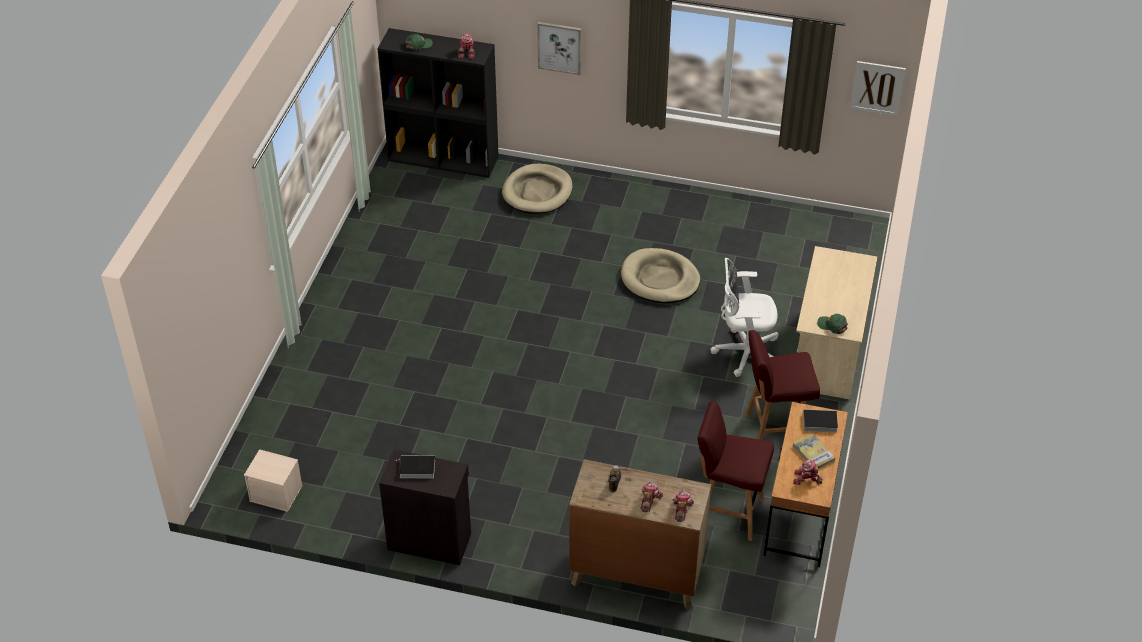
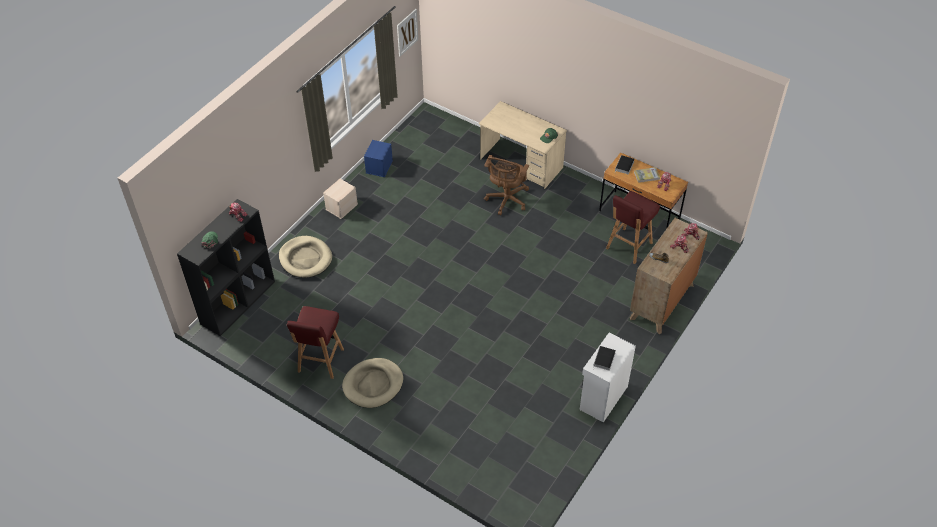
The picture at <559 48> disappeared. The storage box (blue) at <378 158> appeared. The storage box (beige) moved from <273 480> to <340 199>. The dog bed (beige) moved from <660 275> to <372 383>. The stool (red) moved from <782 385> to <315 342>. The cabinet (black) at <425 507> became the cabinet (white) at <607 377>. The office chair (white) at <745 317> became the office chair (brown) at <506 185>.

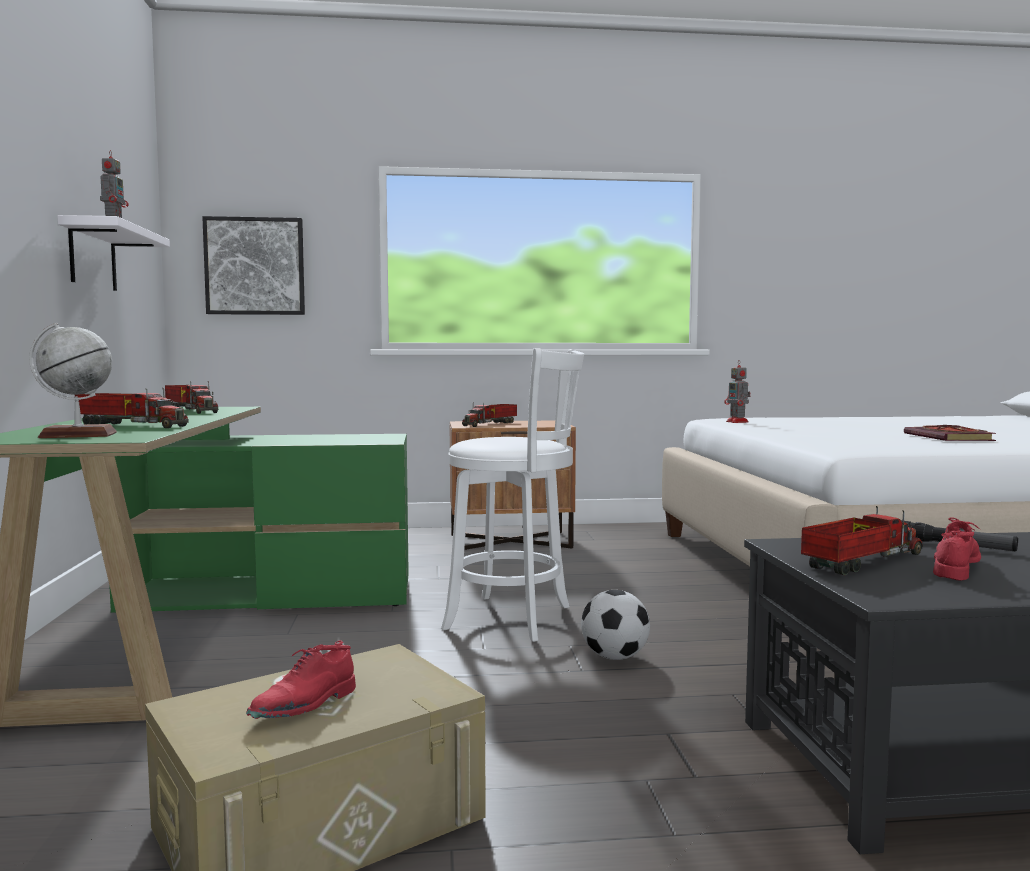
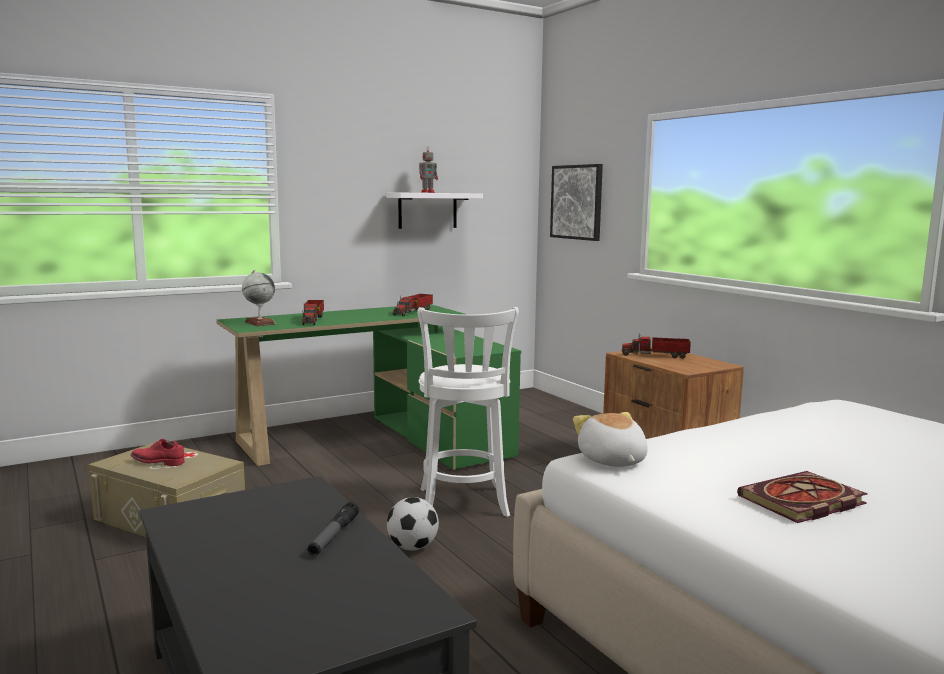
The toy robot at <737 391> disappeared. The toy truck at <862 540> disappeared. The shoe (red) at <957 548> disappeared. The plush toy at <610 439> appeared.

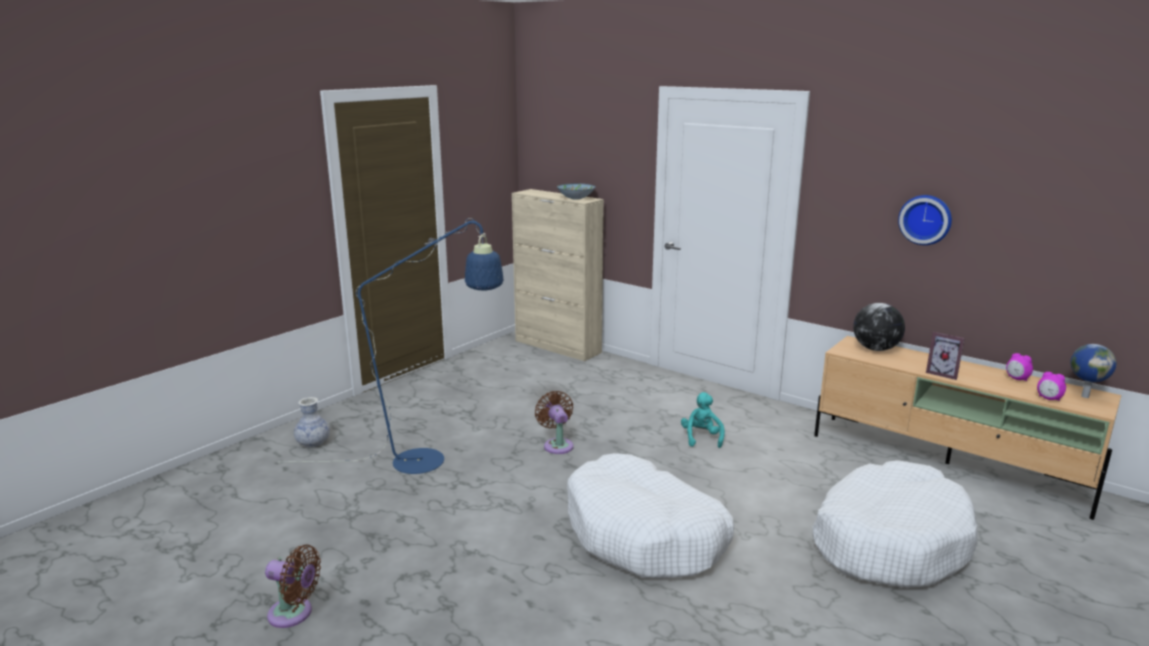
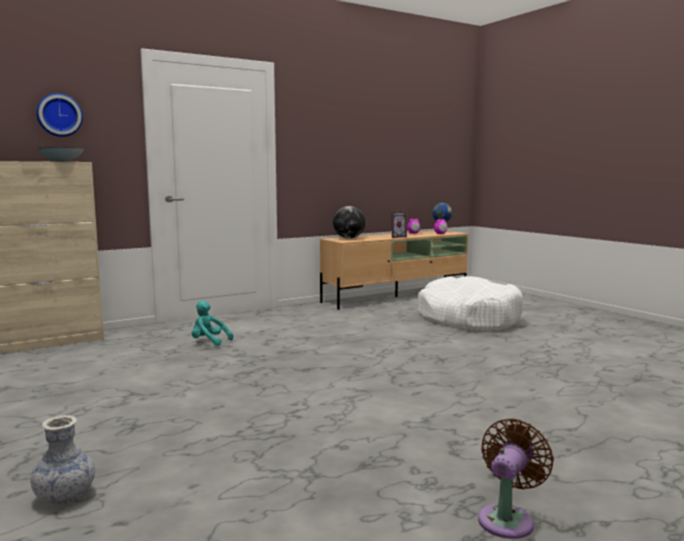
The floor lamp (blue) at <399 346> disappeared. The fan (brown) at <554 422> disappeared. The dog bed (white) at <650 516> disappeared. The plush toy (turquoise) moved from <703 420> to <212 323>. The wall clock moved from <925 220> to <59 115>.

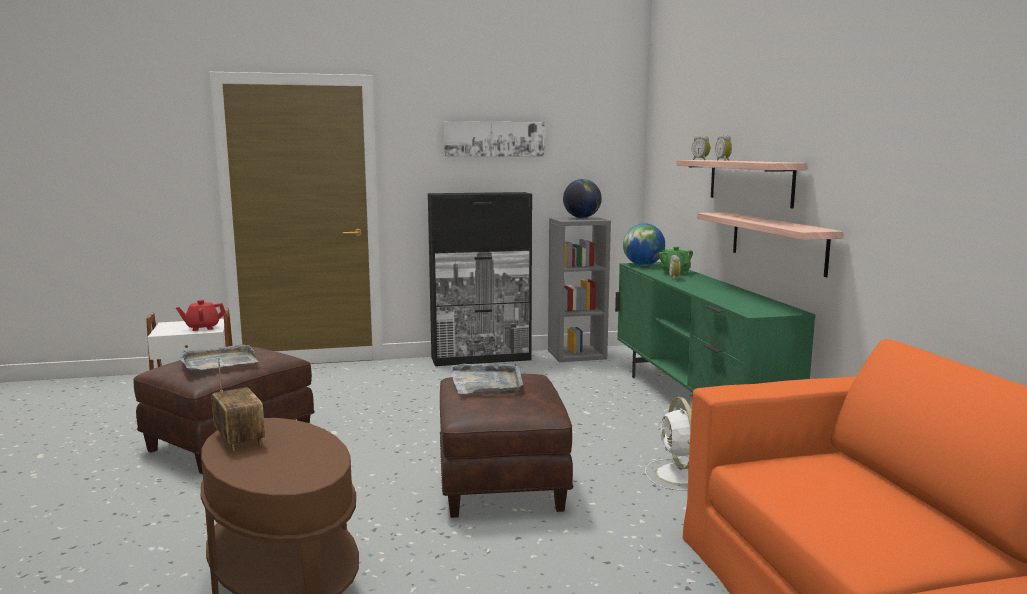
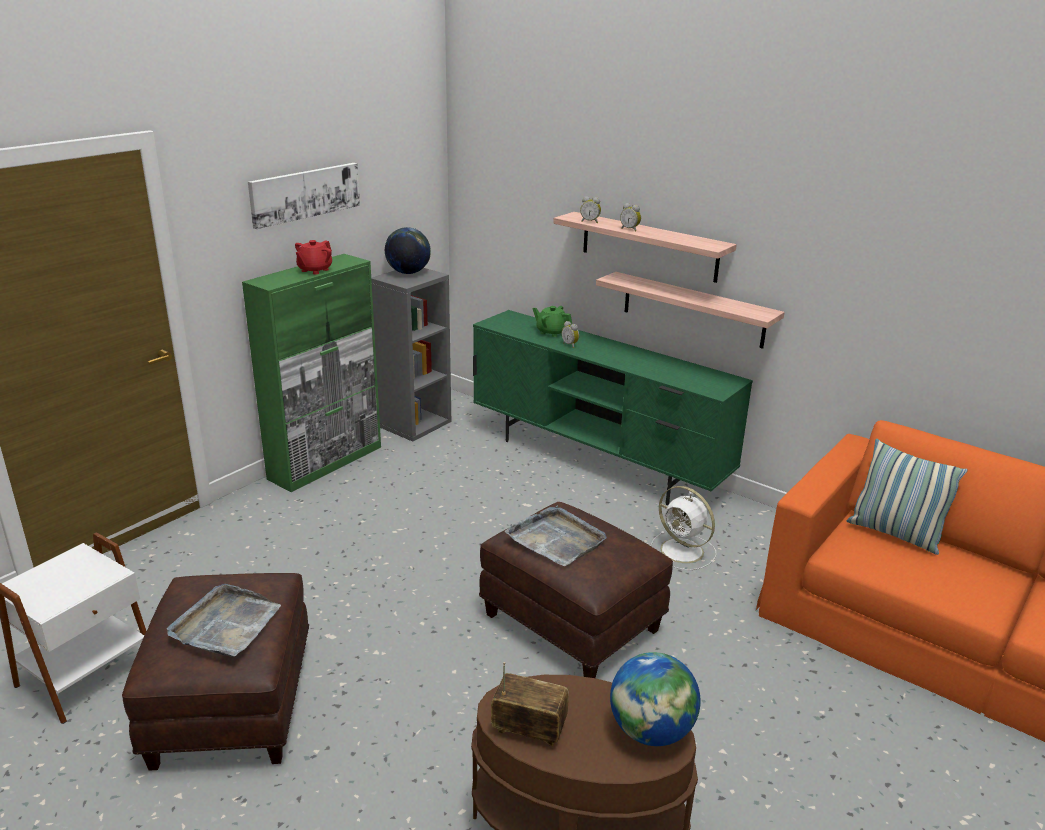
The pillow at <907 497> appeared. The teapot (red) moved from <201 315> to <313 257>. The globe moved from <644 244> to <655 699>. The cabinet (black) at <480 279> became the cabinet (green) at <311 373>.

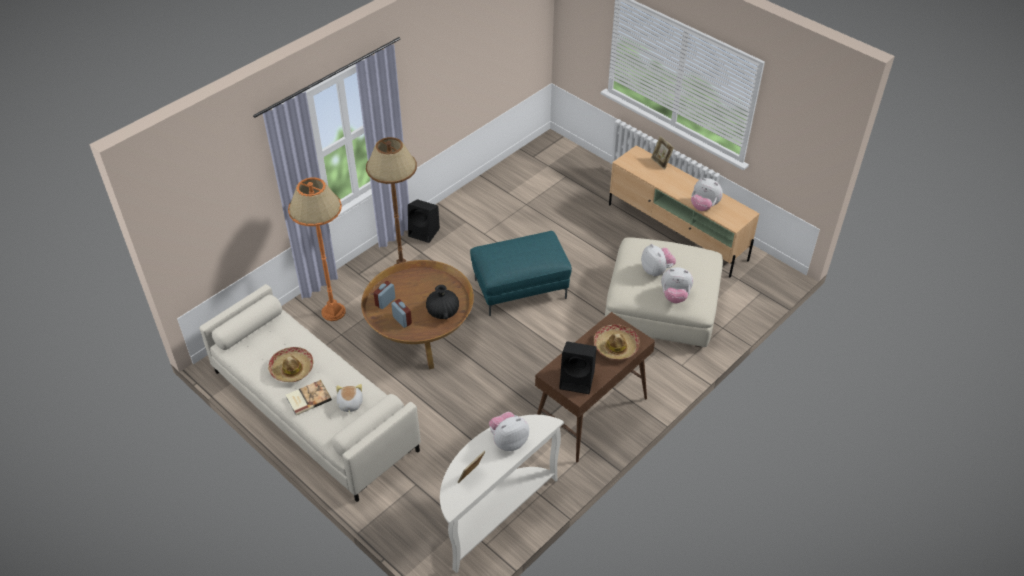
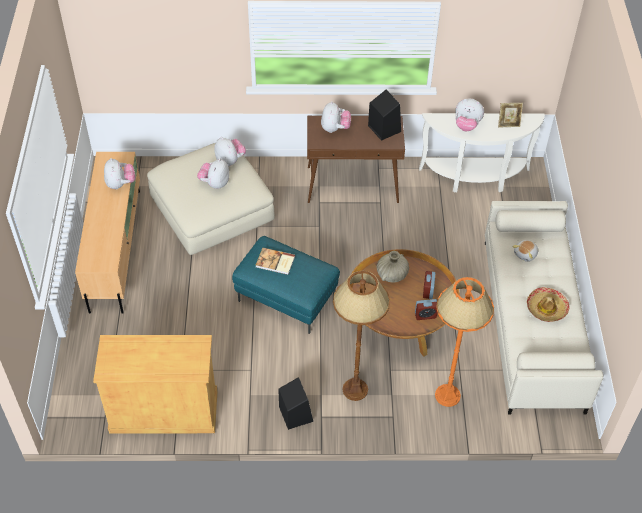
The picture frame at <662 153> disappeared. The cabinet (beige) at <155 384> appeared. The book moved from <309 398> to <275 261>. The hat at <617 342> was replaced by the plush toy at <336 117>. The vase (black) at <442 302> became the vase (beige) at <393 267>.

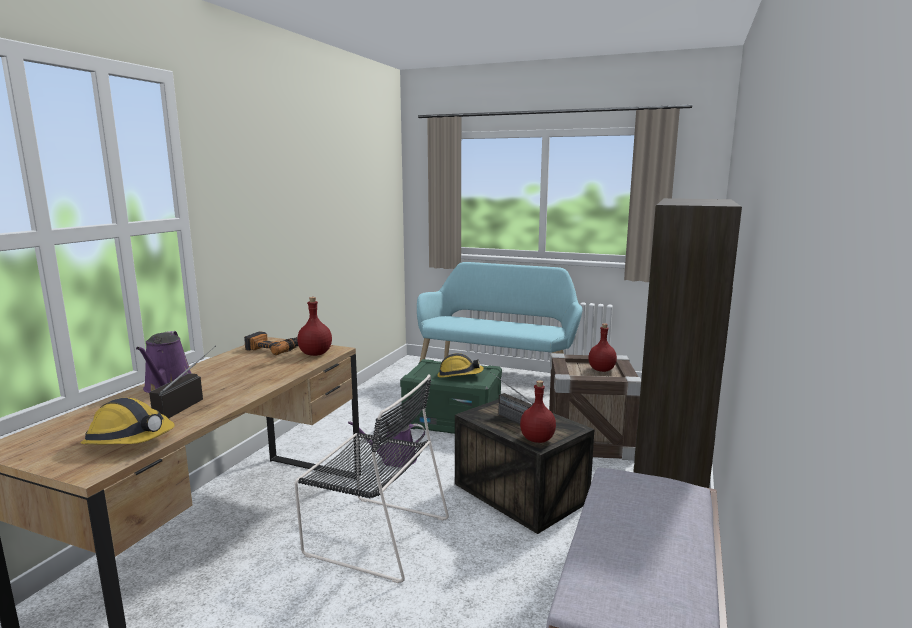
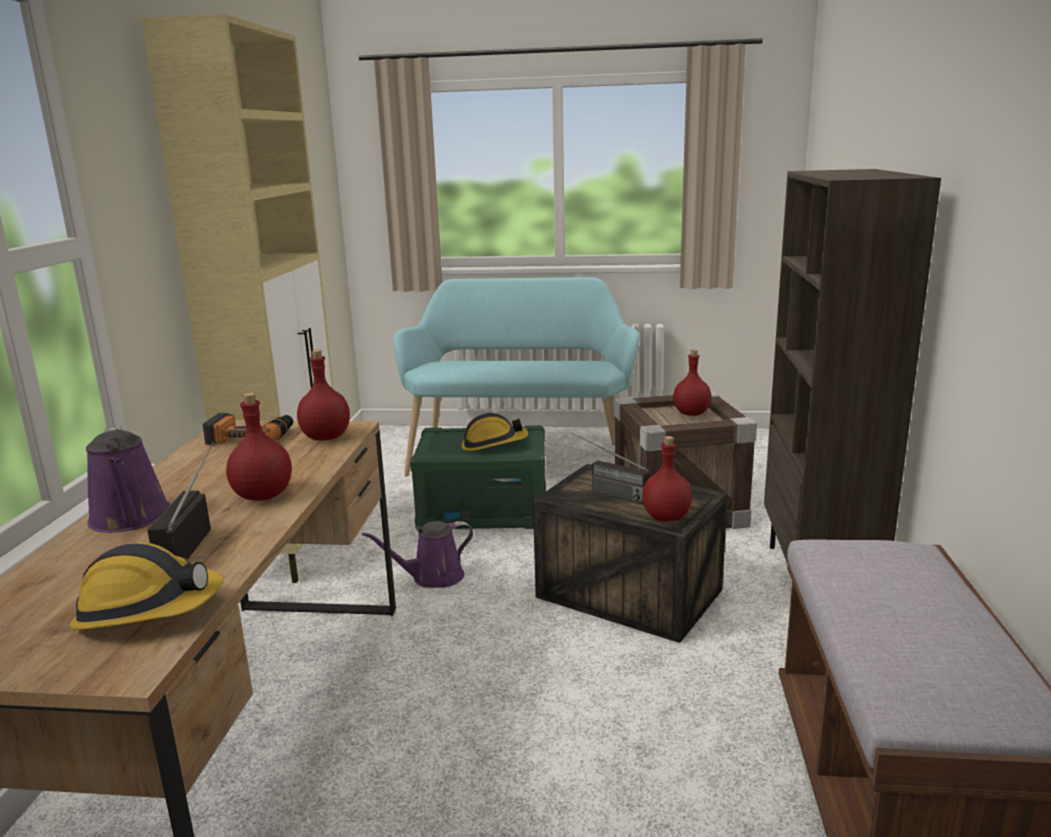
The chair (black) at <371 478> disappeared. The cabinet (beige) at <237 298> appeared. The bottle (red) at <259 446> appeared.

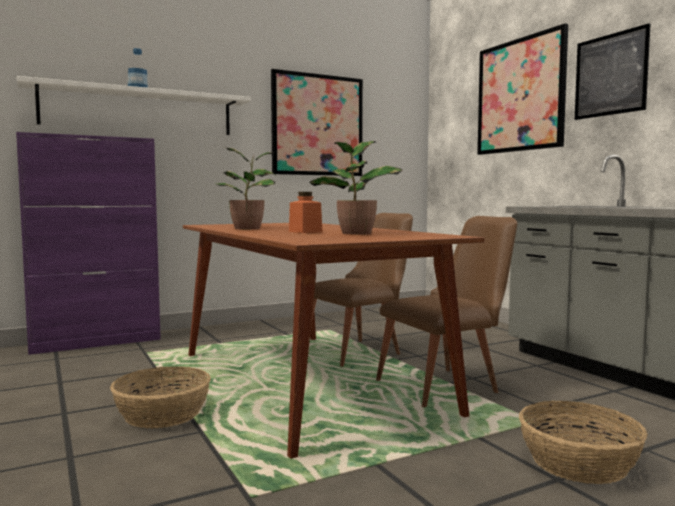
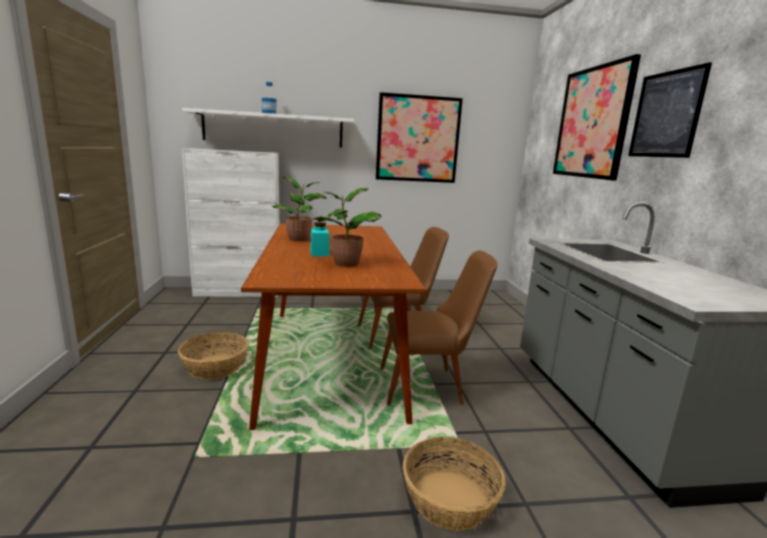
The cabinet (purple) at <88 243> became the cabinet (white) at <231 222>. The jar (orange) at <305 212> became the jar (turquoise) at <320 239>.

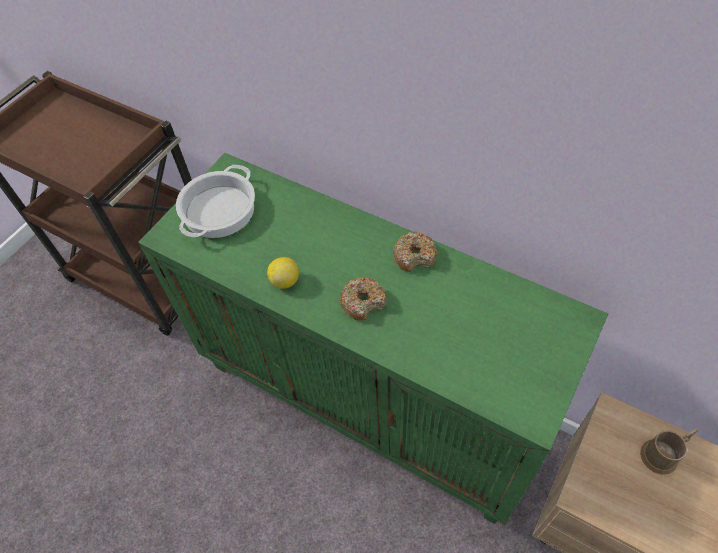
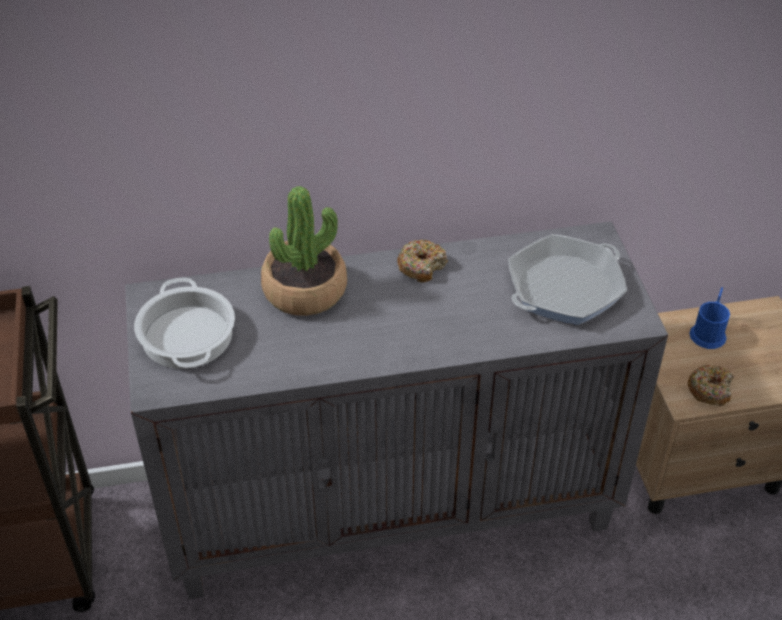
The lemon at <283 273> disappeared. The potted plant at <304 251> appeared. The frying pan at <567 279> appeared. The donut moved from <363 299> to <710 385>. The cabinet (green) at <373 339> became the cabinet (grey) at <396 410>. The mug (brown) at <669 452> became the mug (blue) at <709 318>.

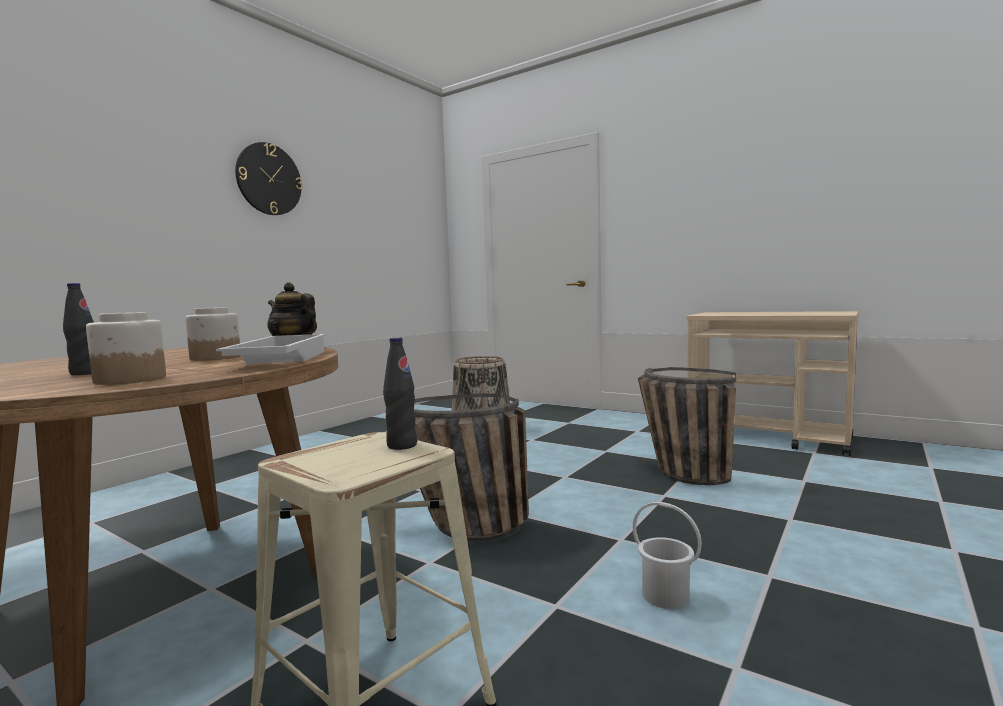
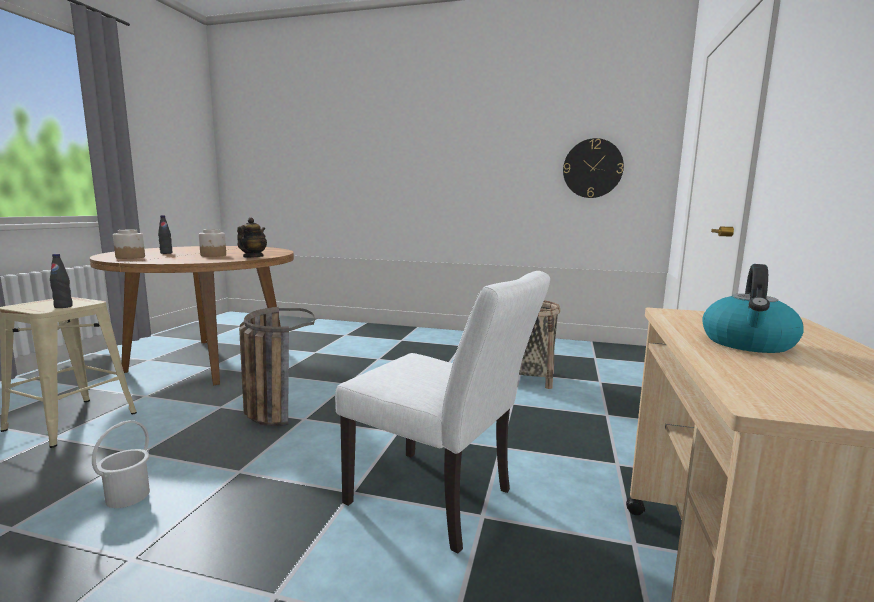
The tray (white) at <271 349> disappeared. The kettle at <753 308> appeared. The wall clock moved from <269 178> to <593 168>. The basket at <687 426> was replaced by the chair (white) at <442 412>.

